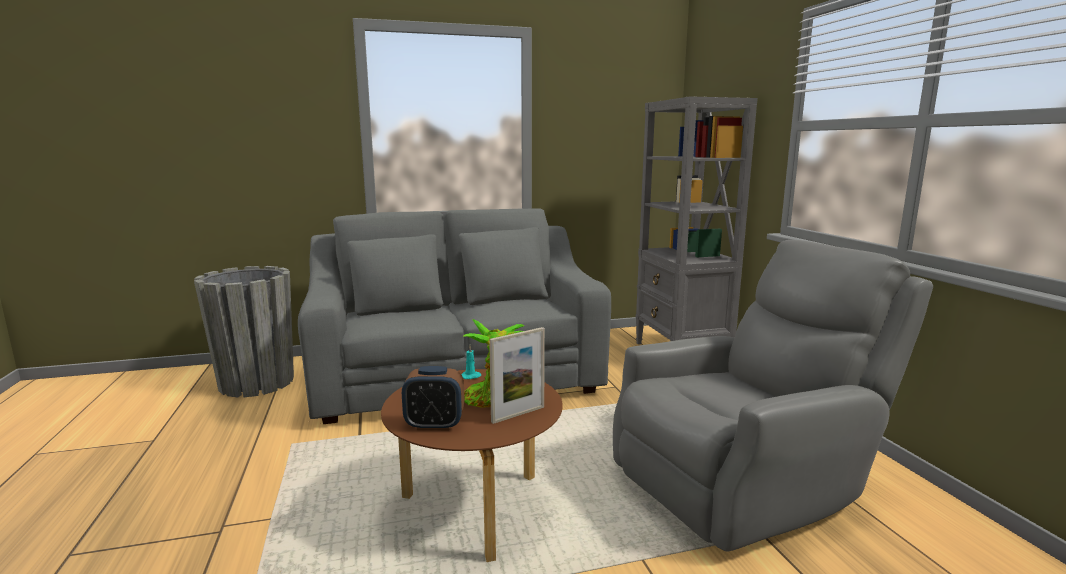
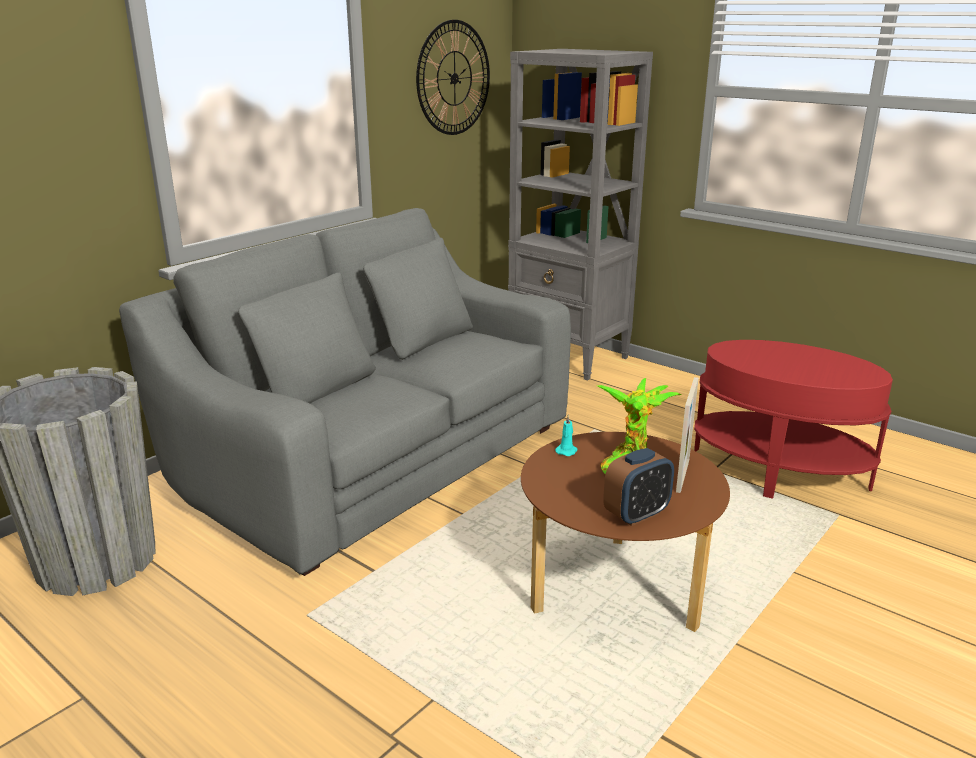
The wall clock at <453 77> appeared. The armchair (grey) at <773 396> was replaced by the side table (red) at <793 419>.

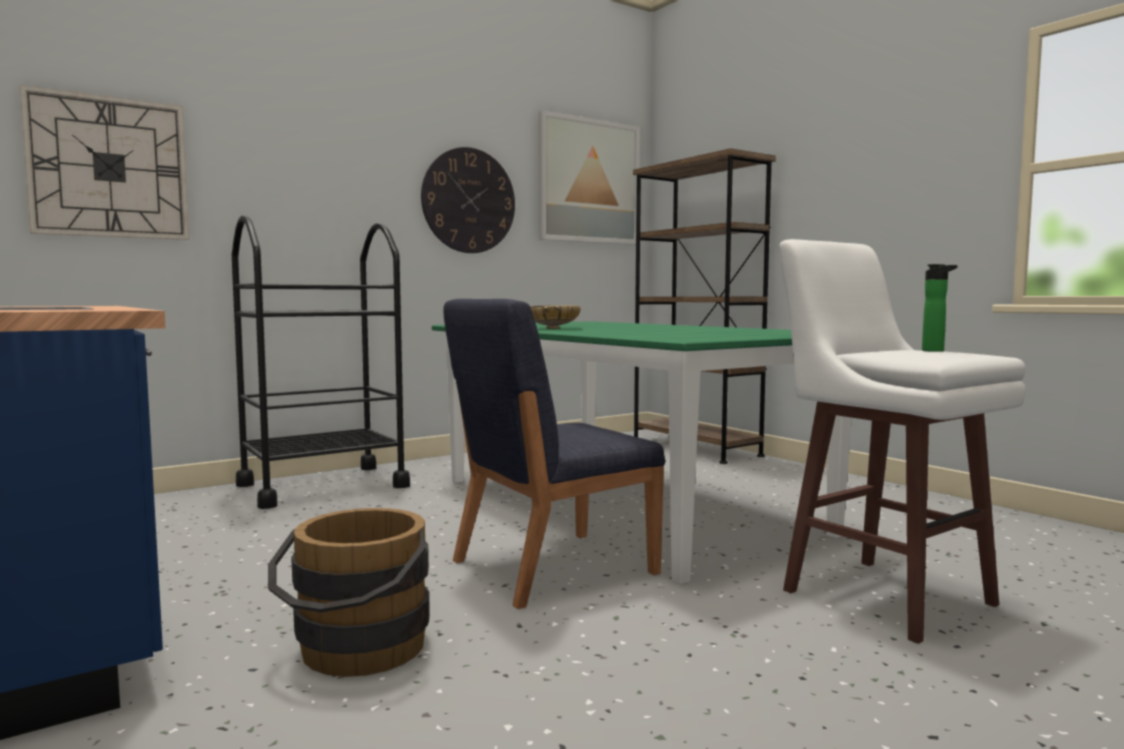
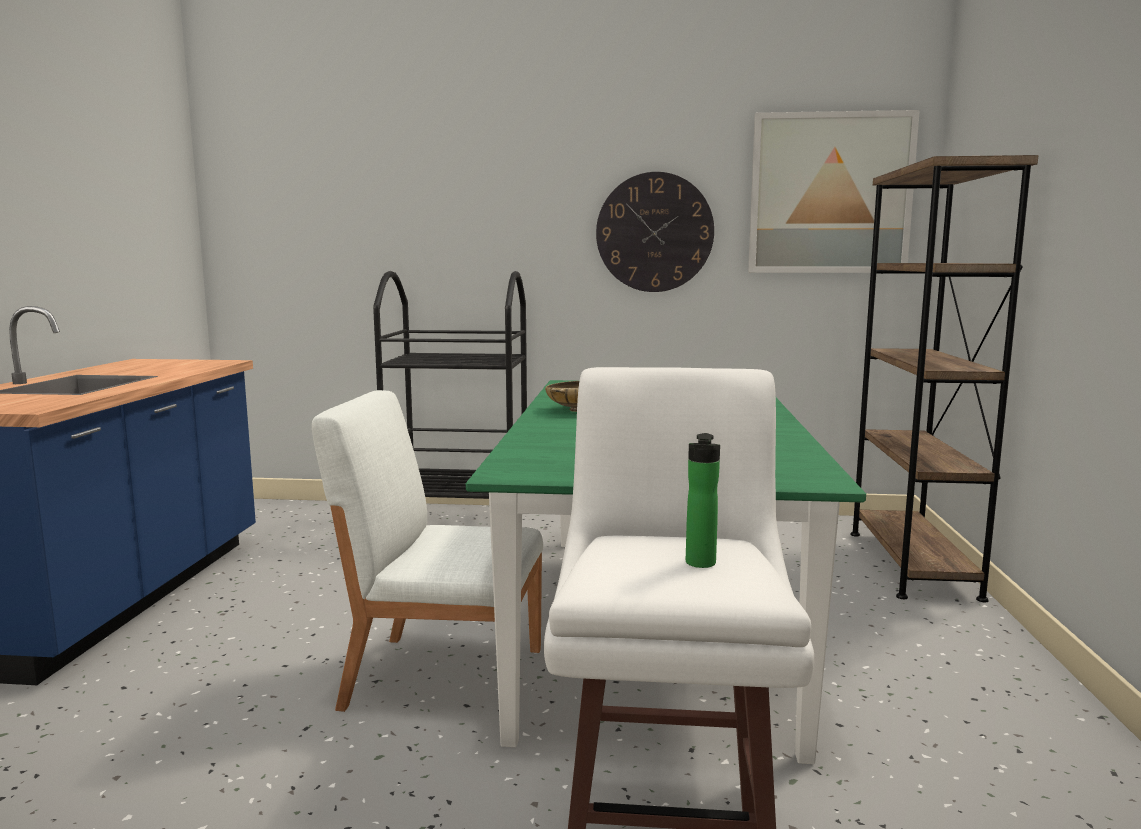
The wall clock at <104 162> disappeared. The bucket (brown) at <349 592> disappeared. The chair (blue) at <554 454> became the chair (white) at <427 551>.

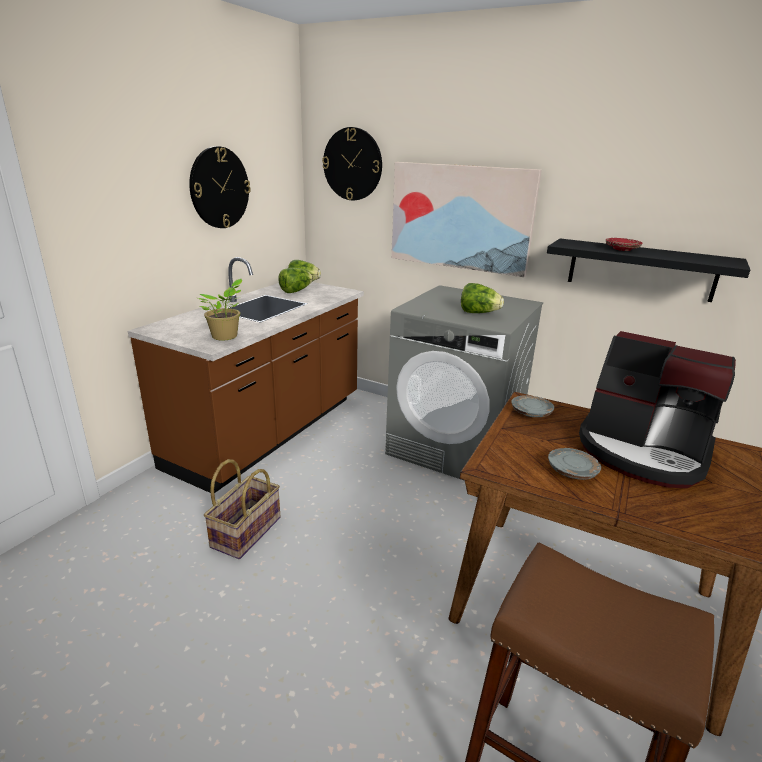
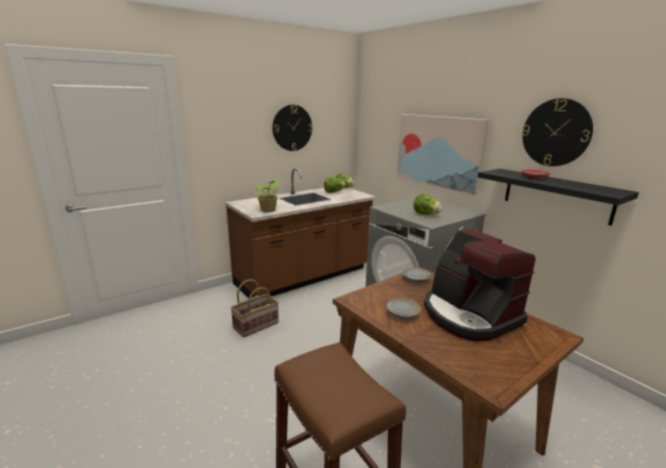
The wall clock moved from <352 163> to <557 132>.

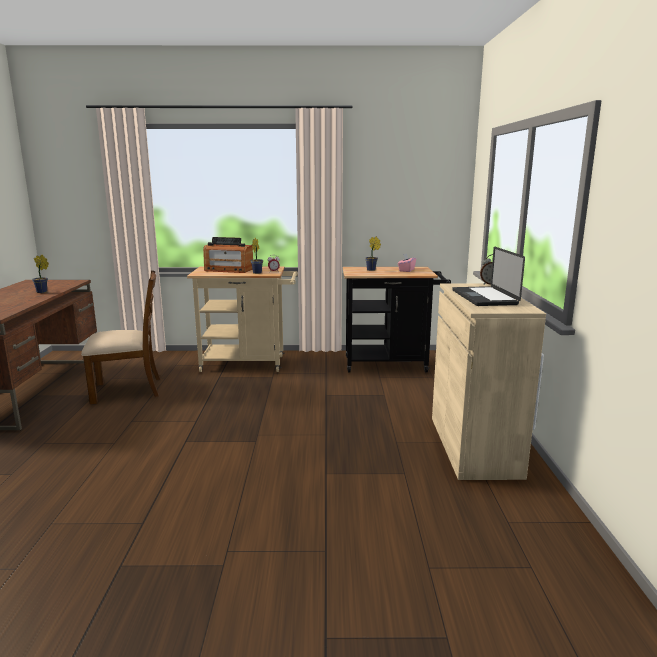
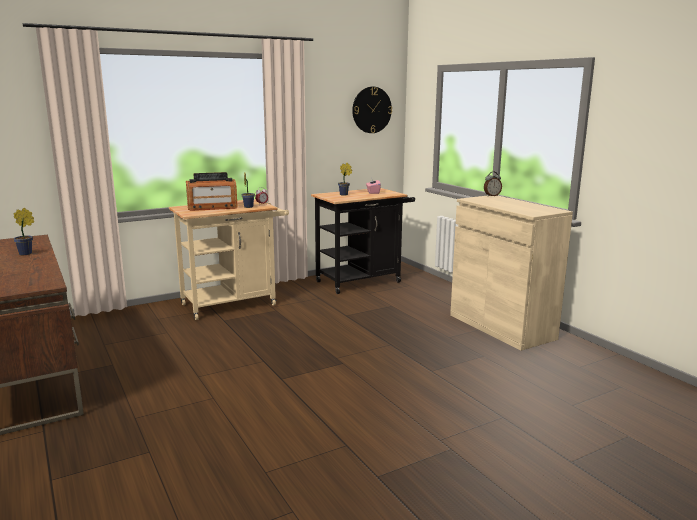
The chair (brown) at <121 337> disappeared. The laptop at <488 276> disappeared. The wall clock at <372 110> appeared.

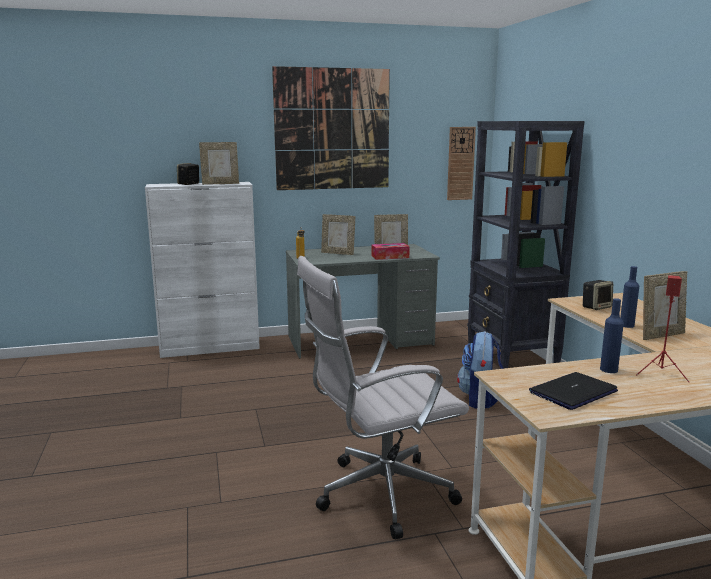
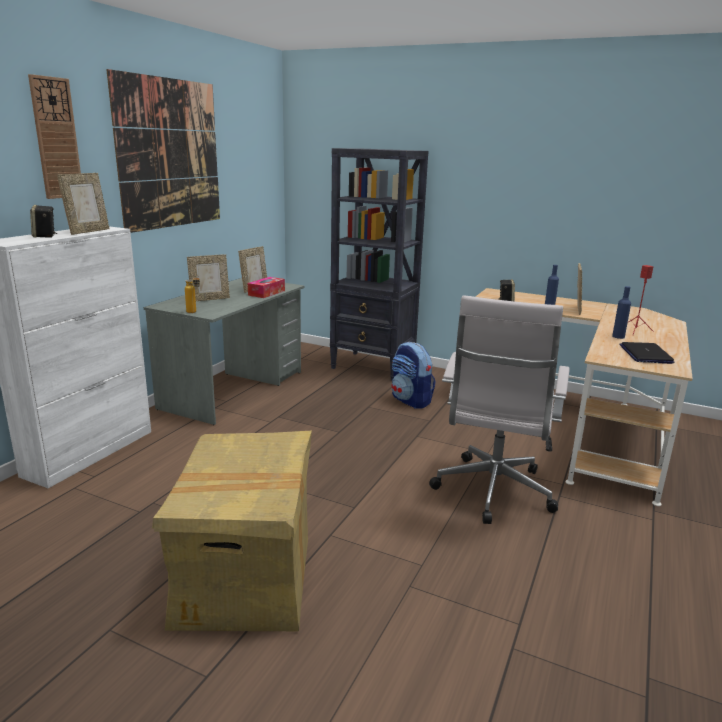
The cardboard box at <232 530> appeared. The wall clock moved from <461 163> to <54 136>.

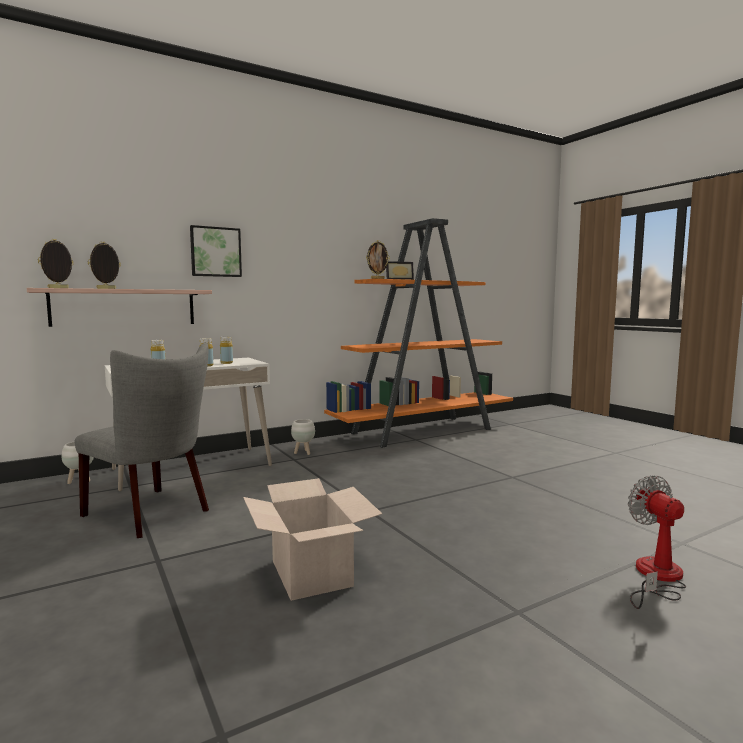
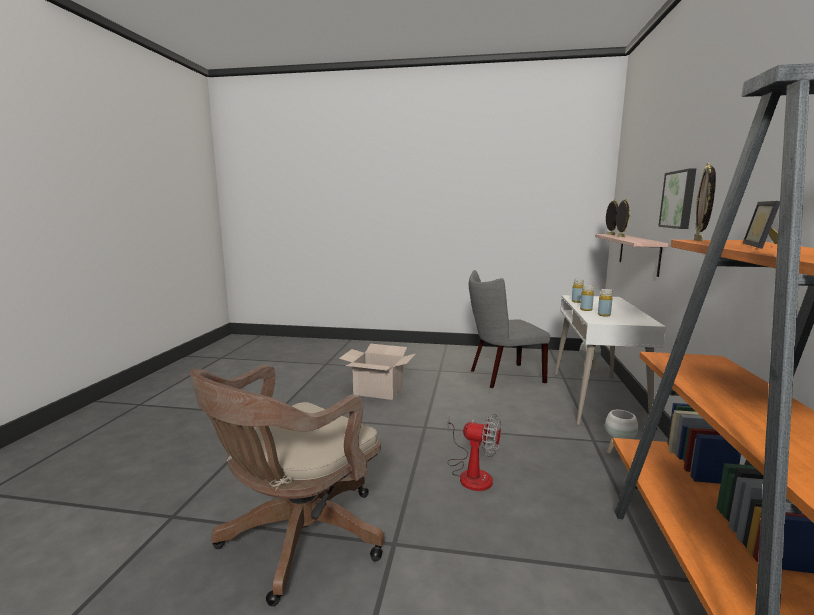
The office chair (brown) at <287 485> appeared. The fan moved from <657 542> to <474 452>.

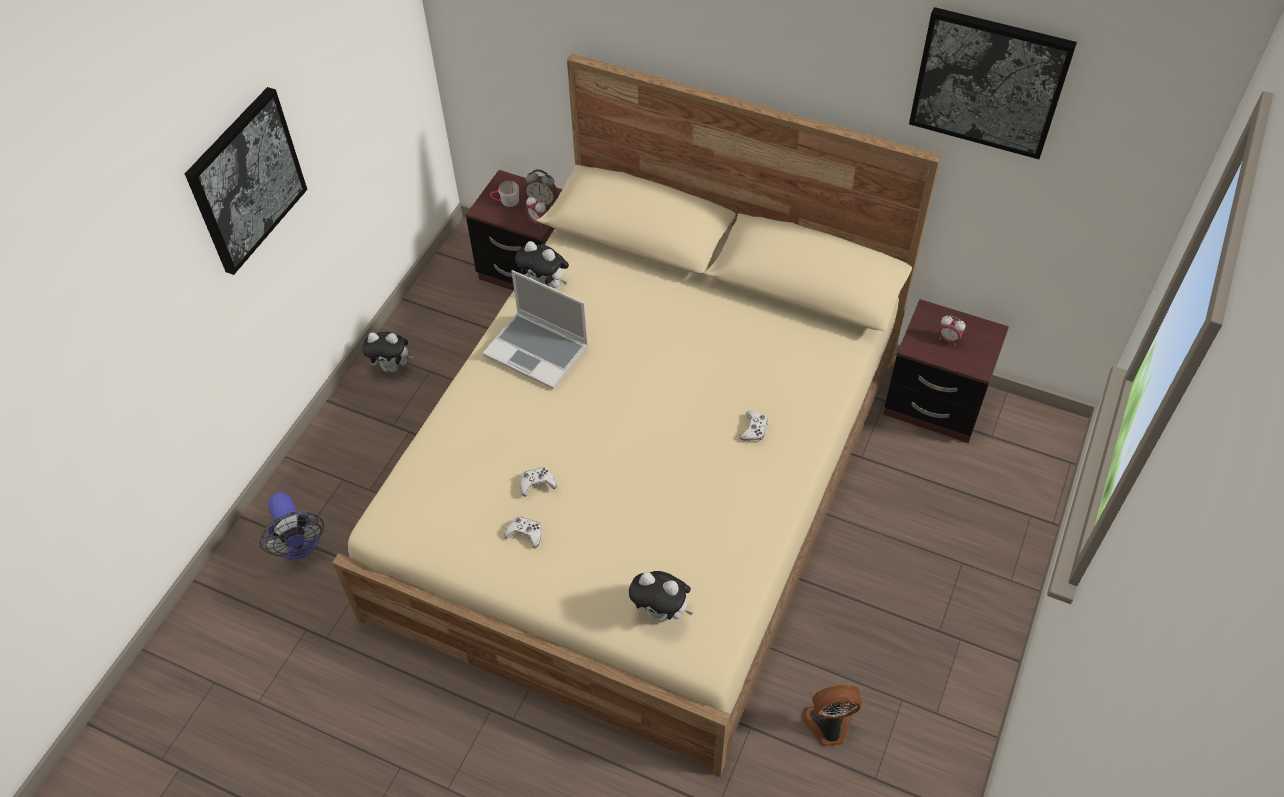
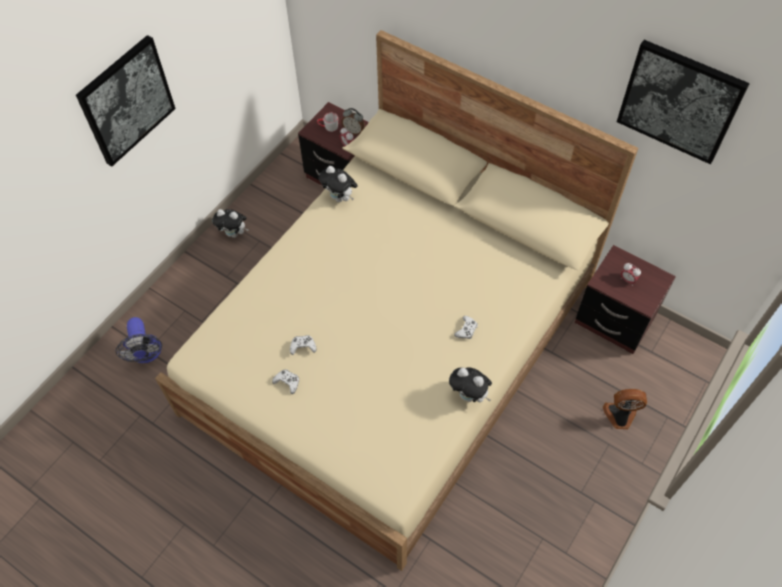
The laptop at <535 329> disappeared. The plush toy moved from <661 596> to <470 384>. The fan moved from <831 715> to <625 409>.

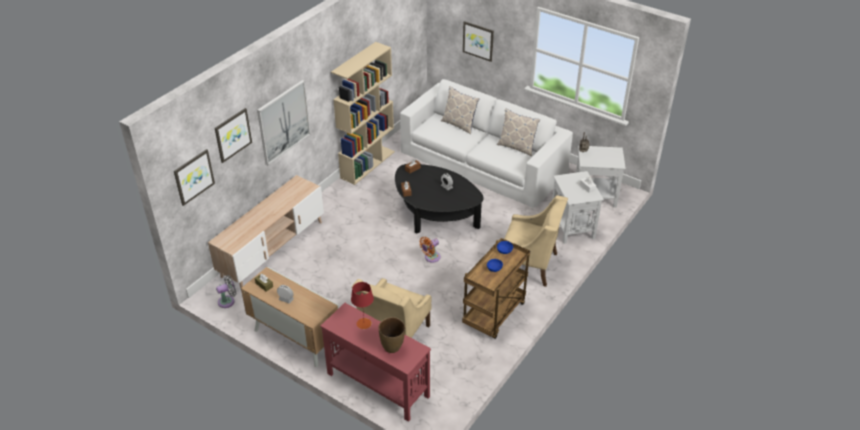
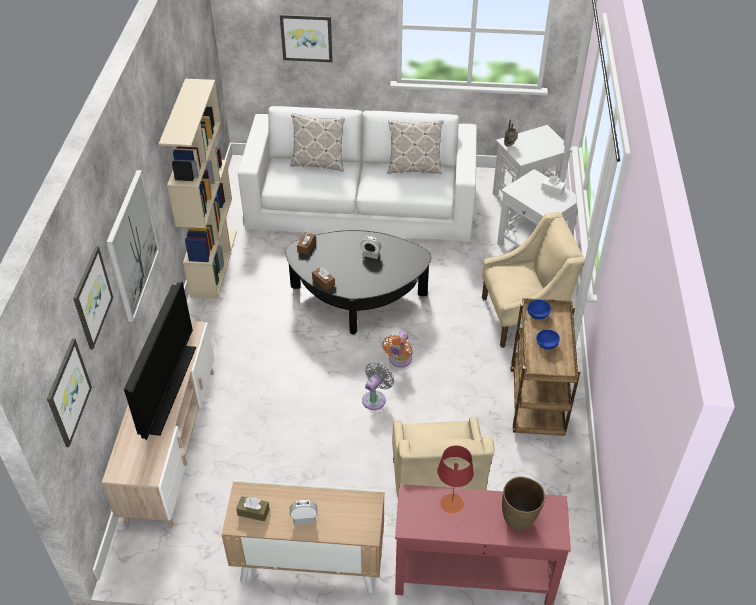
The television at <160 361> appeared. The fan (grey) moved from <226 291> to <378 386>.

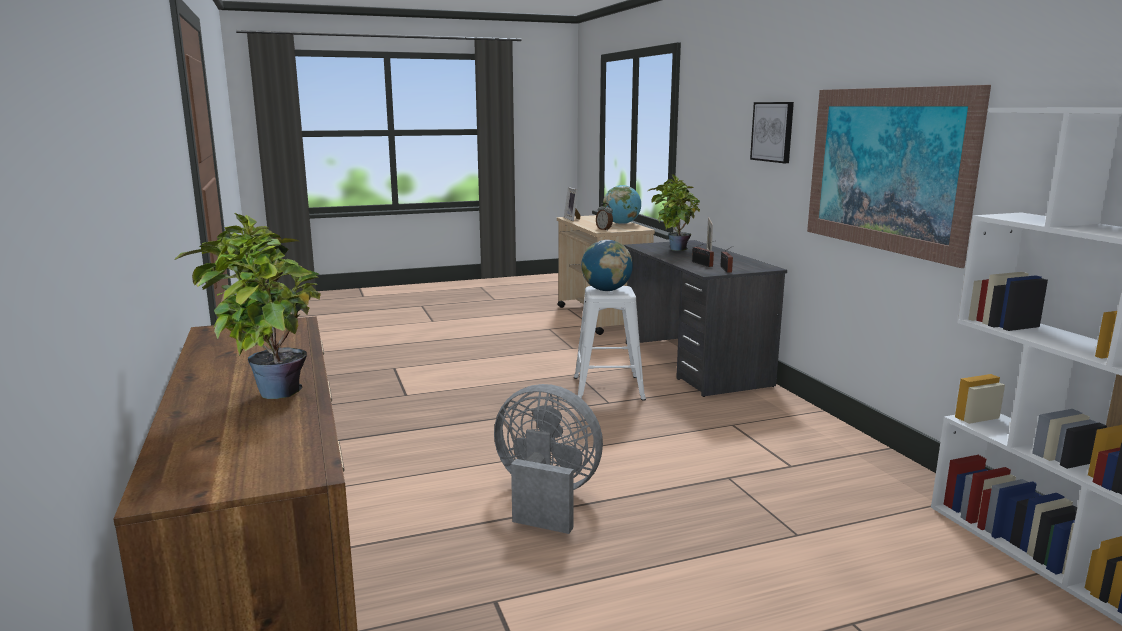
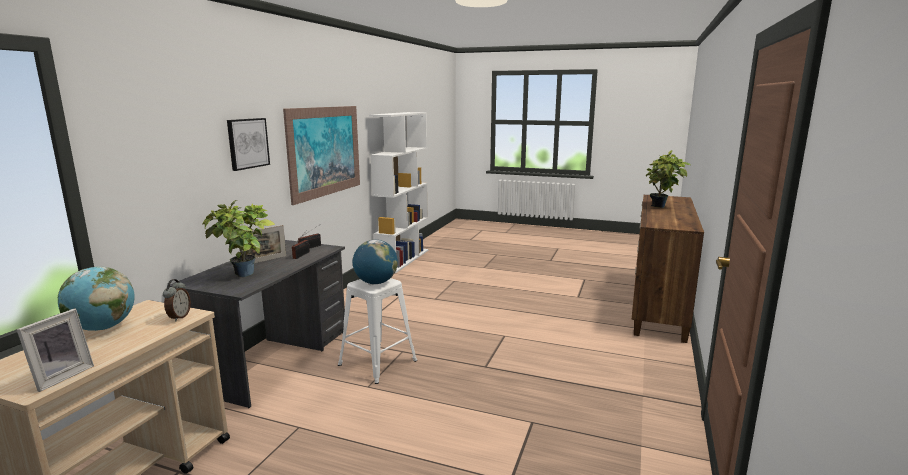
The fan (grey) at <548 459> disappeared.

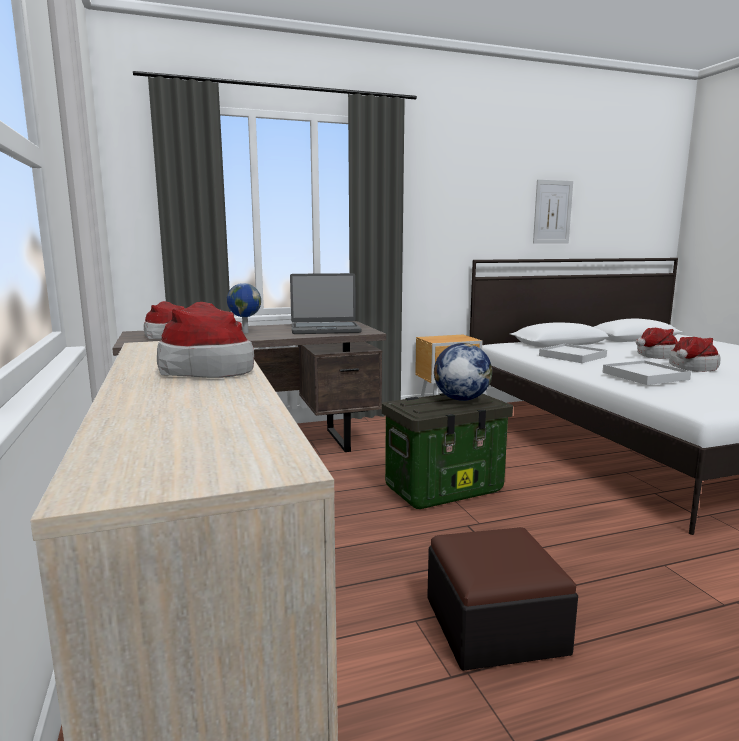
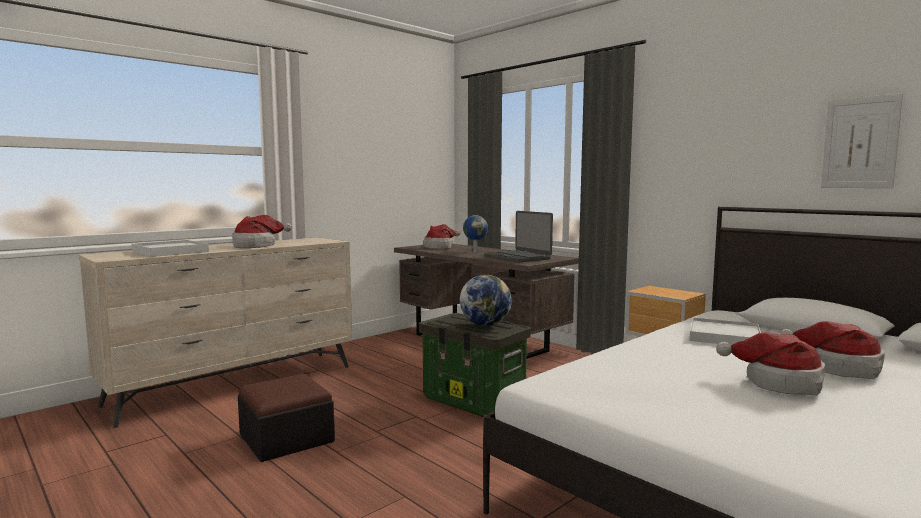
The tray (white) moved from <646 372> to <170 248>.

